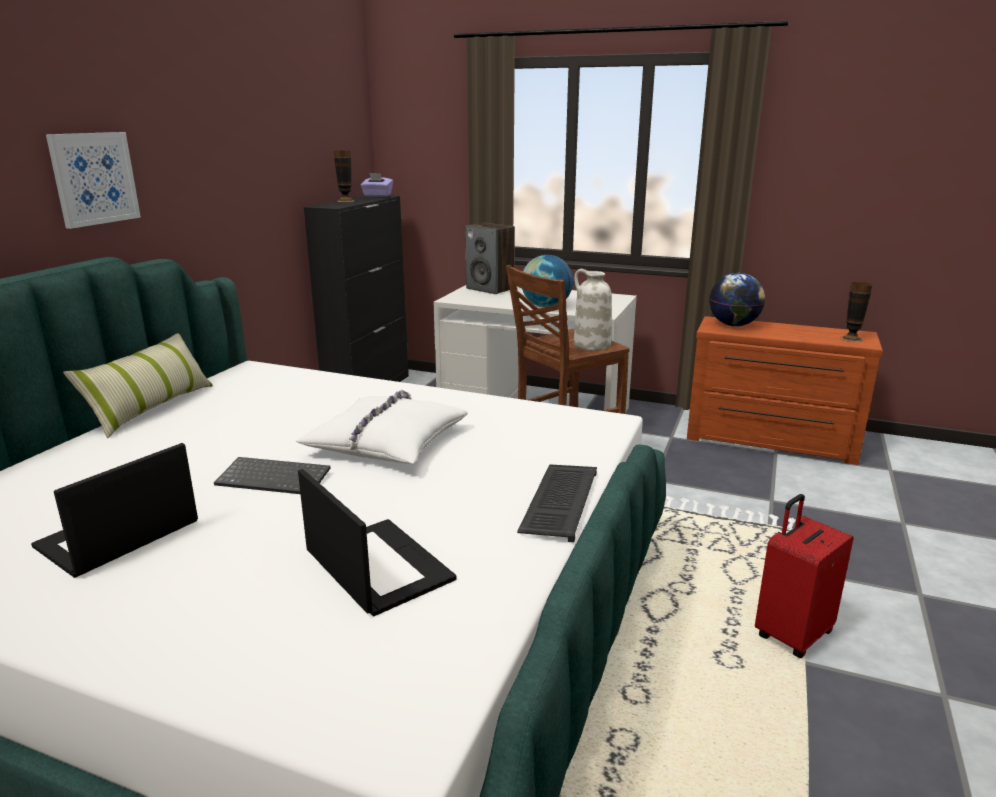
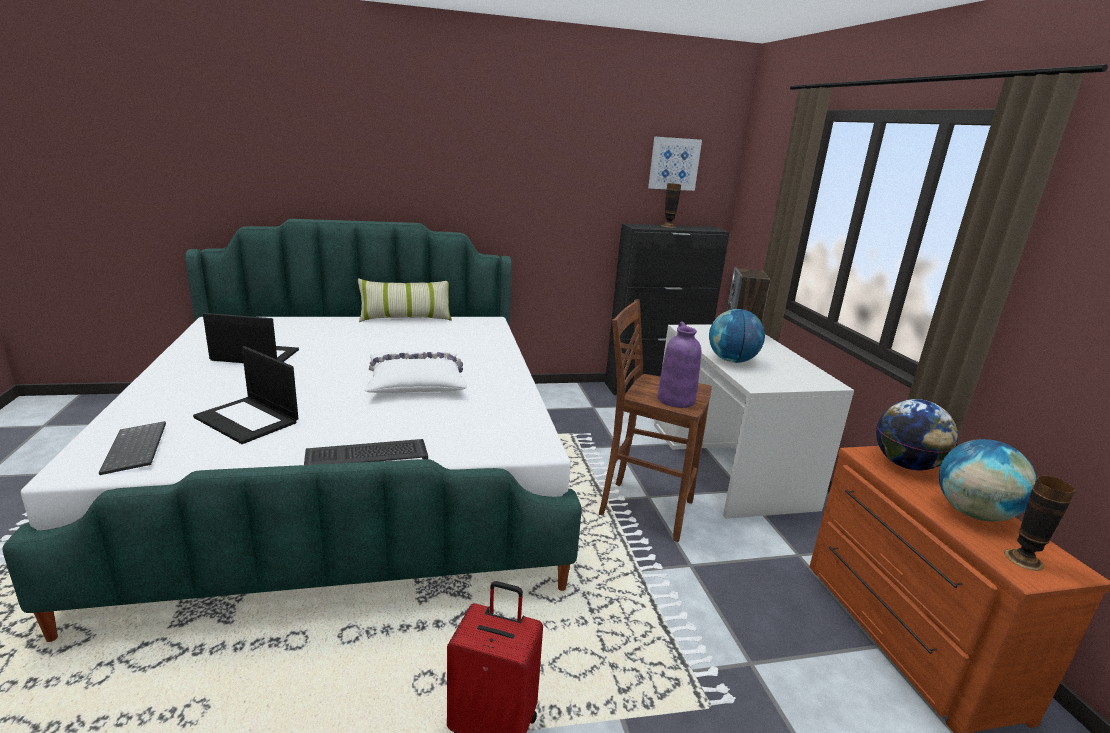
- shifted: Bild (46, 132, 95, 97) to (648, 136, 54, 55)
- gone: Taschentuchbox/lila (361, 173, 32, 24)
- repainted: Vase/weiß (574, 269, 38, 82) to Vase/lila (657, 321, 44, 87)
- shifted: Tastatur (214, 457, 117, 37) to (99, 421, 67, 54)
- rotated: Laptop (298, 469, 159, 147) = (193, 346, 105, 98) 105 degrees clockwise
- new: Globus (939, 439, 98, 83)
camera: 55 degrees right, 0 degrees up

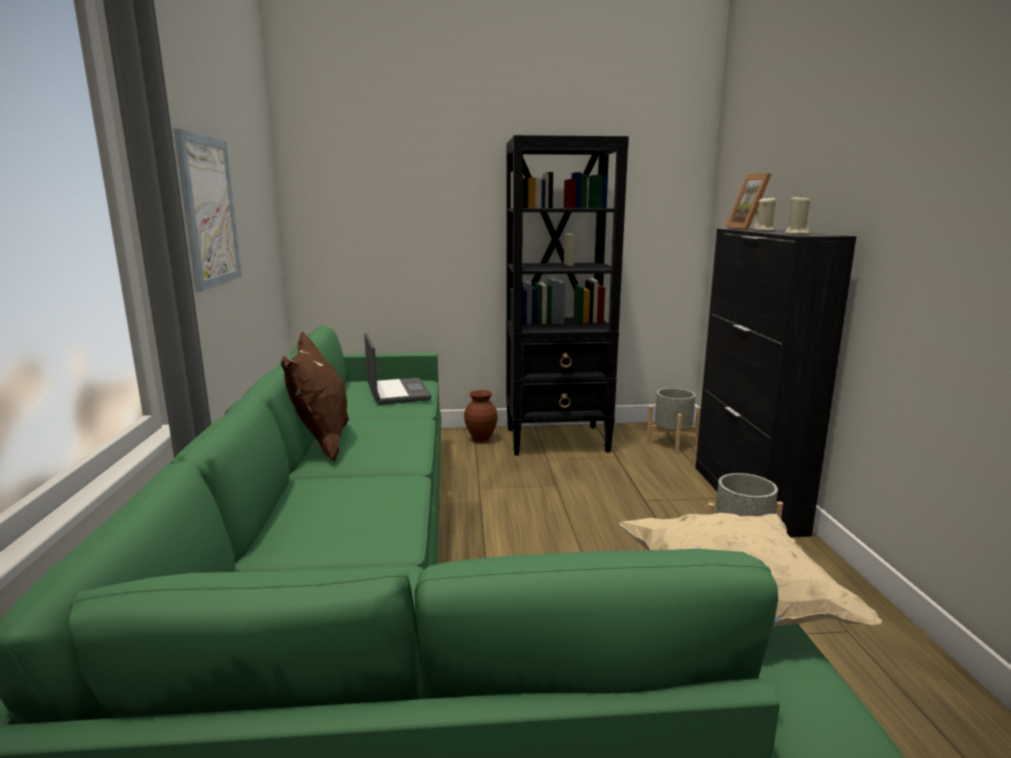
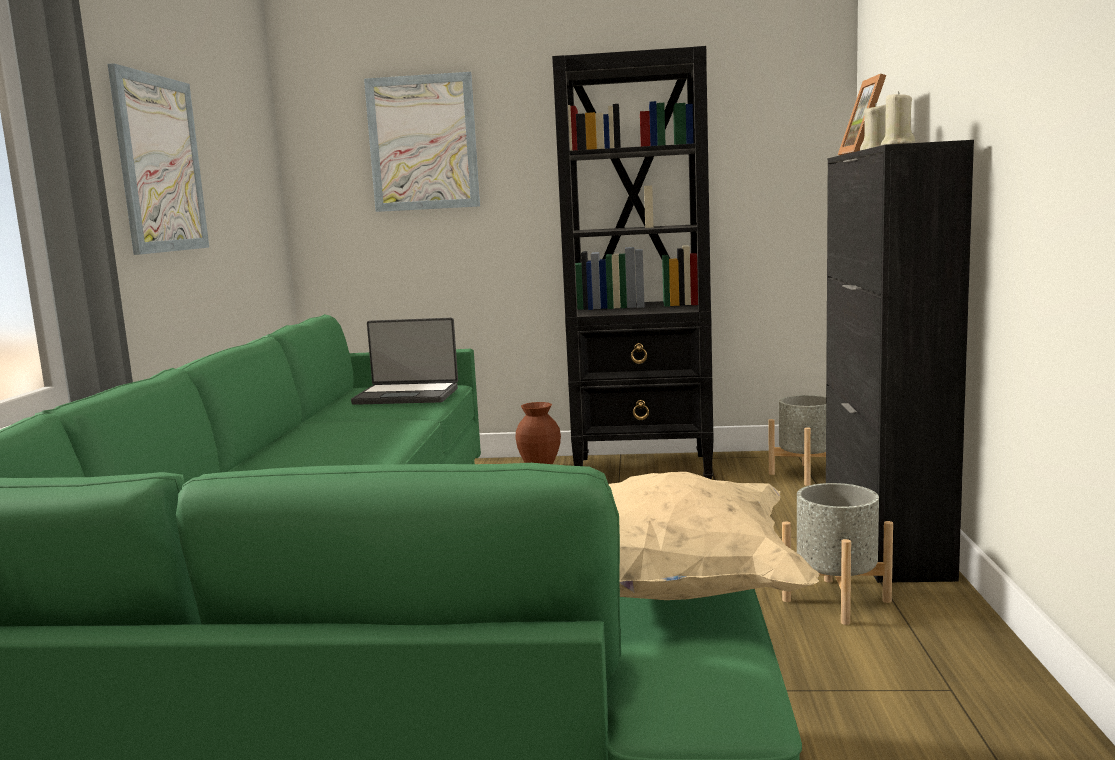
- gone: Kissen/braun (281, 332, 68, 130)
- rotated: Laptop (364, 333, 68, 72) = (351, 318, 107, 87) 105 degrees clockwise
- new: Bild (364, 72, 116, 140)
camera: 10 degrees right, 5 degrees down

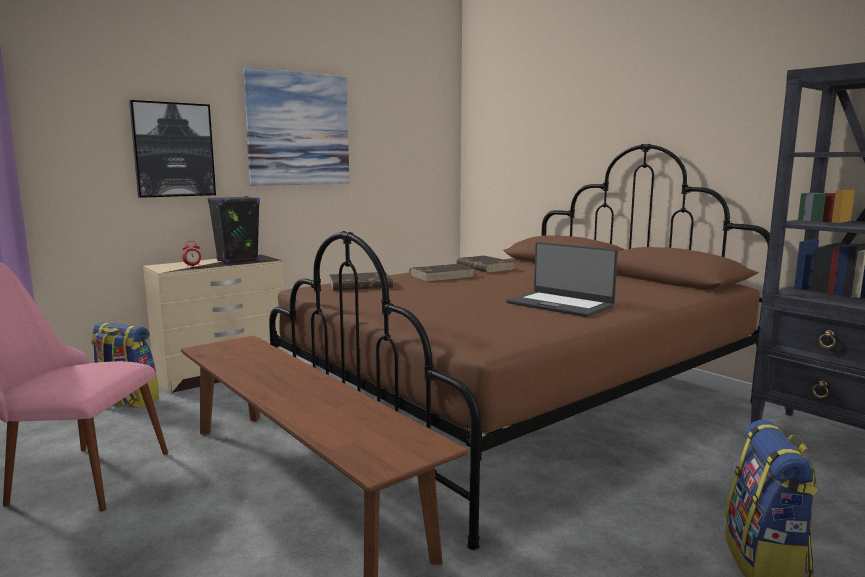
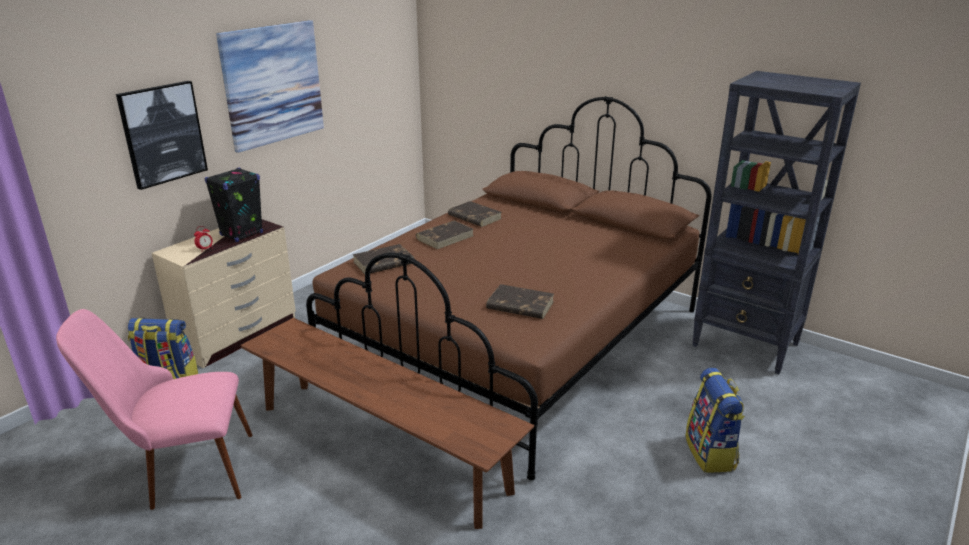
- gone: Laptop (506, 242, 112, 75)
- new: Buch/braun (486, 284, 68, 35)
camera: 15 degrees left, 15 degrees up

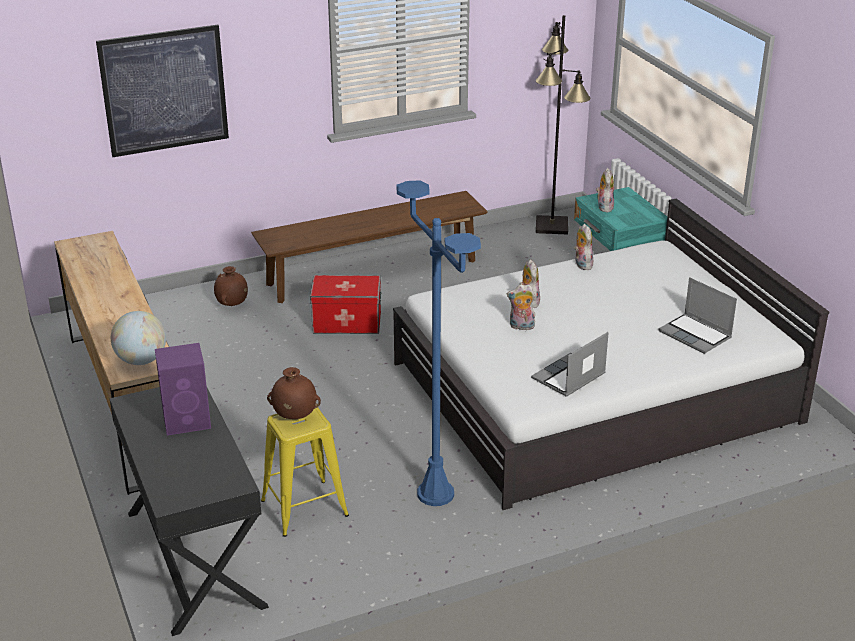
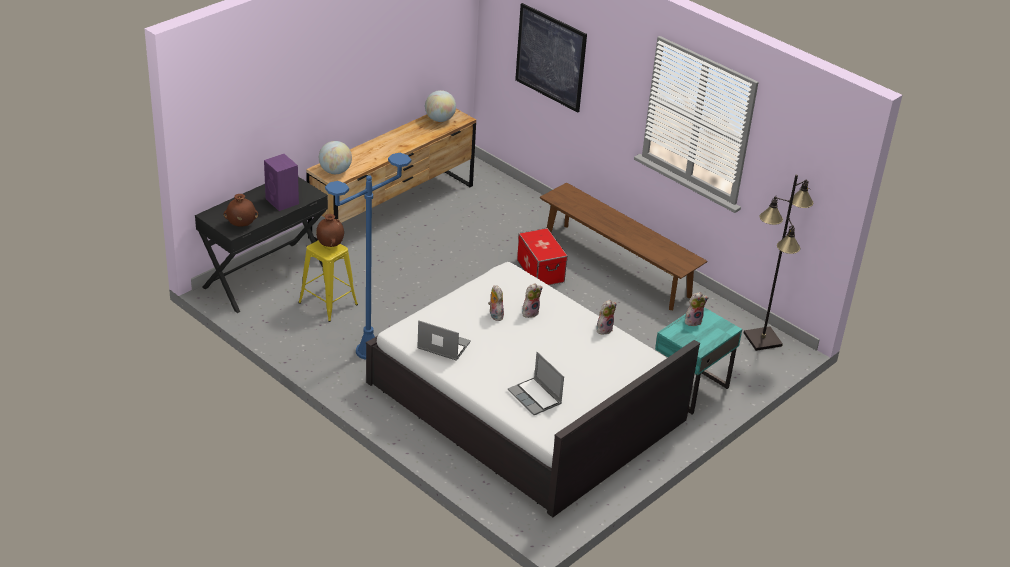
- shifted: Vase/braun (214, 266, 34, 40) to (224, 194, 34, 33)
- rotated: Laptop (659, 277, 78, 77) = (508, 352, 56, 63) 60 degrees counterclockwise
- new: Globus (425, 90, 31, 32)
camera: 65 degrees right, 5 degrees up

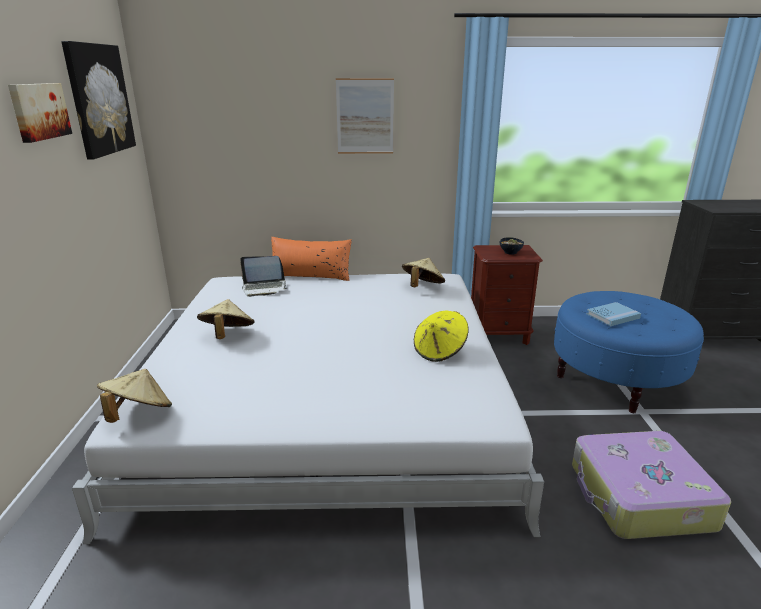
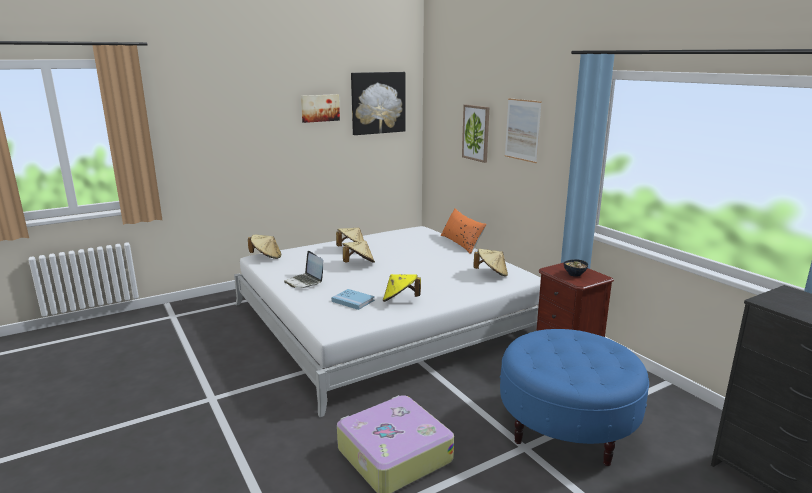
- shifted: Laptop (240, 256, 47, 41) to (284, 251, 39, 37)
- shifted: Buch/blau (587, 302, 54, 24) to (331, 289, 44, 21)
- new: Bild (462, 105, 27, 58)
- new: Hut/beige (343, 241, 32, 22)
camera: 60 degrees right, 5 degrees down

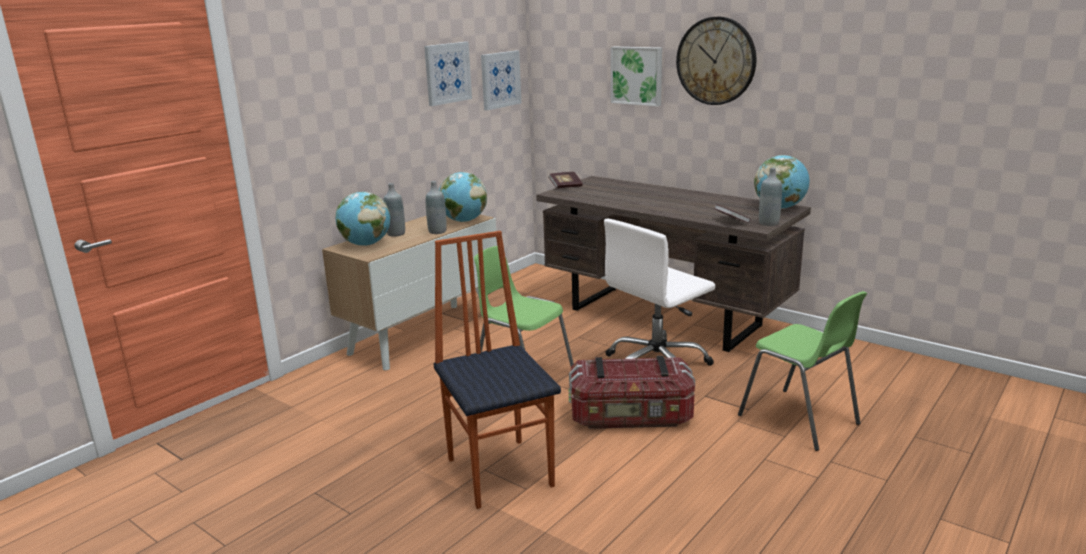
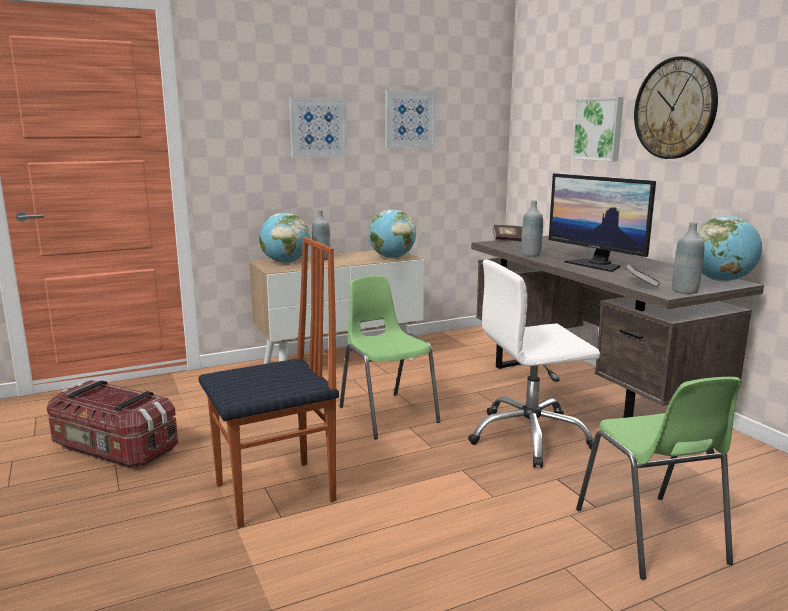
- shifted: Bild (481, 51, 40, 59) to (289, 97, 58, 61)
- shifted: Flasche/grau (426, 181, 21, 53) to (521, 201, 22, 56)
- rotated: Stuhl (434, 231, 127, 278) = (198, 237, 141, 291) 60 degrees clockwise
- shifted: Aufbewahrungsbox (569, 356, 126, 73) to (47, 380, 131, 88)
- new: Monitor (549, 173, 107, 99)
camera: 25 degrees right, 5 degrees down

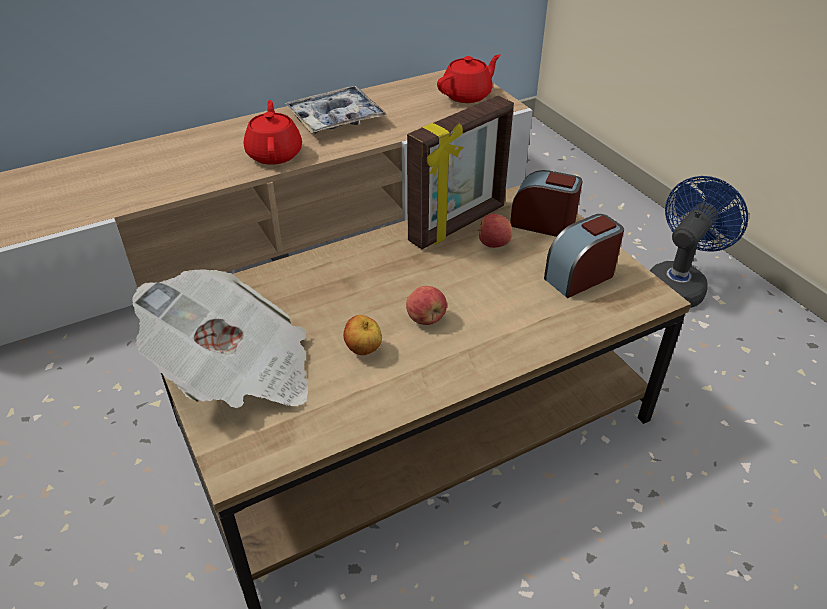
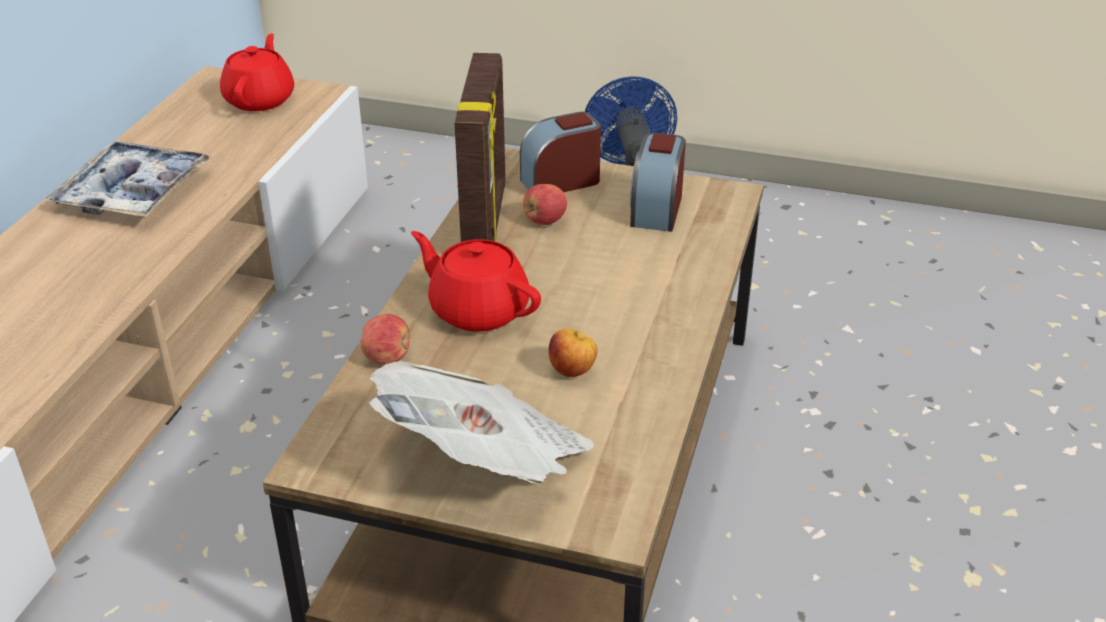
- shifted: Teekanne/rot (244, 100, 58, 65) to (411, 231, 130, 101)
- shifted: Apfel (406, 286, 41, 39) to (360, 314, 50, 51)
camera: 45 degrees left, 5 degrees down

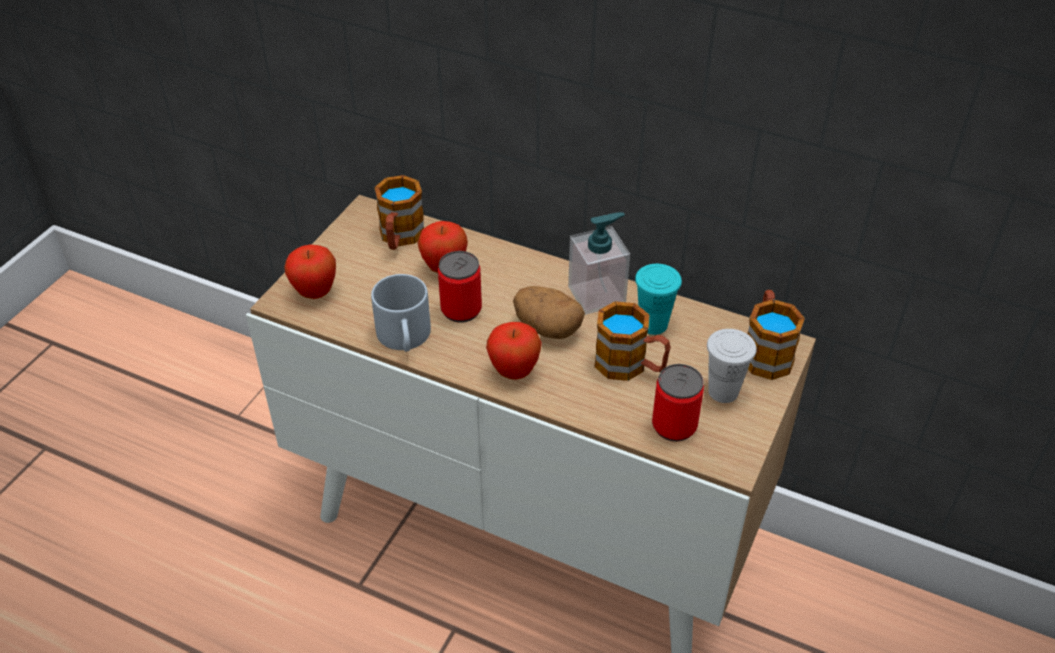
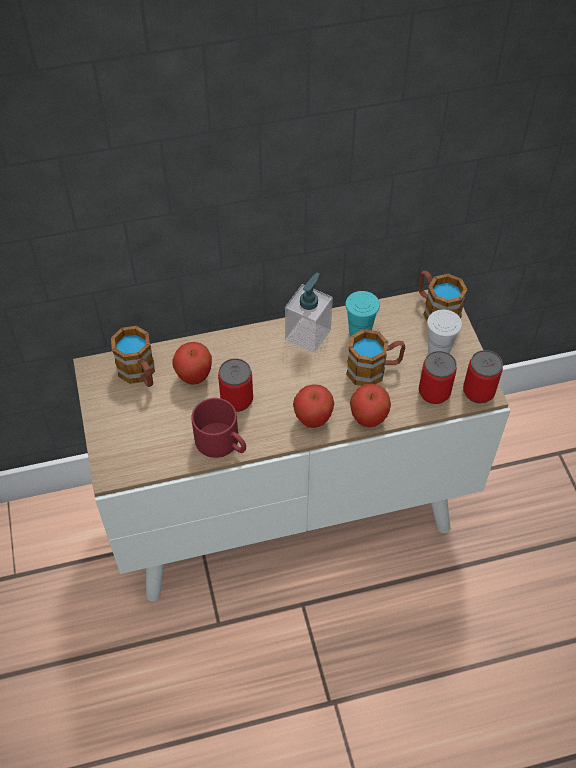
- shifted: Apfel (284, 245, 52, 54) to (350, 383, 41, 45)
- repainted: Henkelbecher/grau (371, 274, 60, 78) to Henkelbecher/rot (191, 398, 55, 60)
- gone: Kartoffel (513, 286, 72, 53)
- new: Dose (463, 350, 40, 53)
camera: 40 degrees left, 10 degrees up

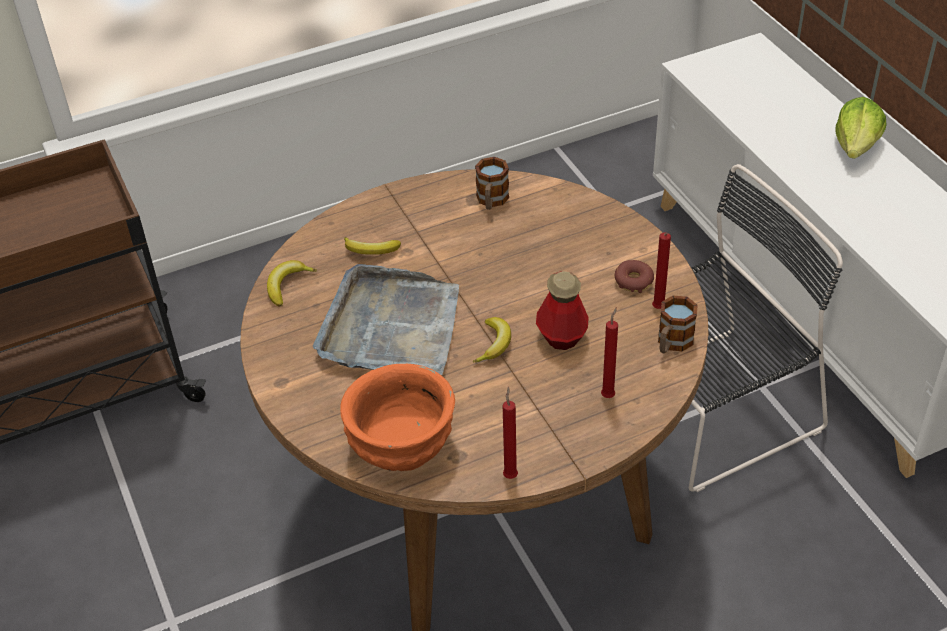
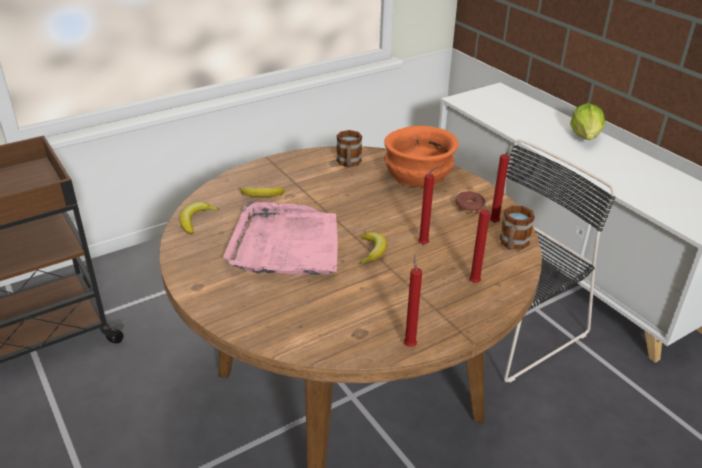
- repainted: Tablett/grau (313, 264, 146, 111) to Tablett/rosa (223, 202, 115, 73)
- swapped: Flasche (536, 271, 53, 79) to Kerze/rot (418, 166, 21, 79)
- shifted: Schüssel/orange (340, 364, 115, 107) to (384, 126, 75, 61)
camera: 10 degrees left, 10 degrees down

